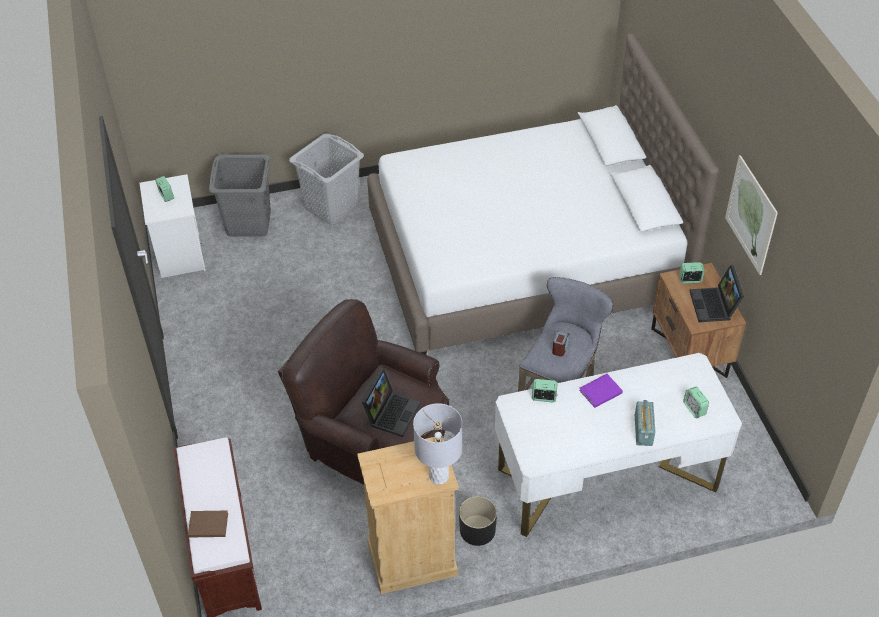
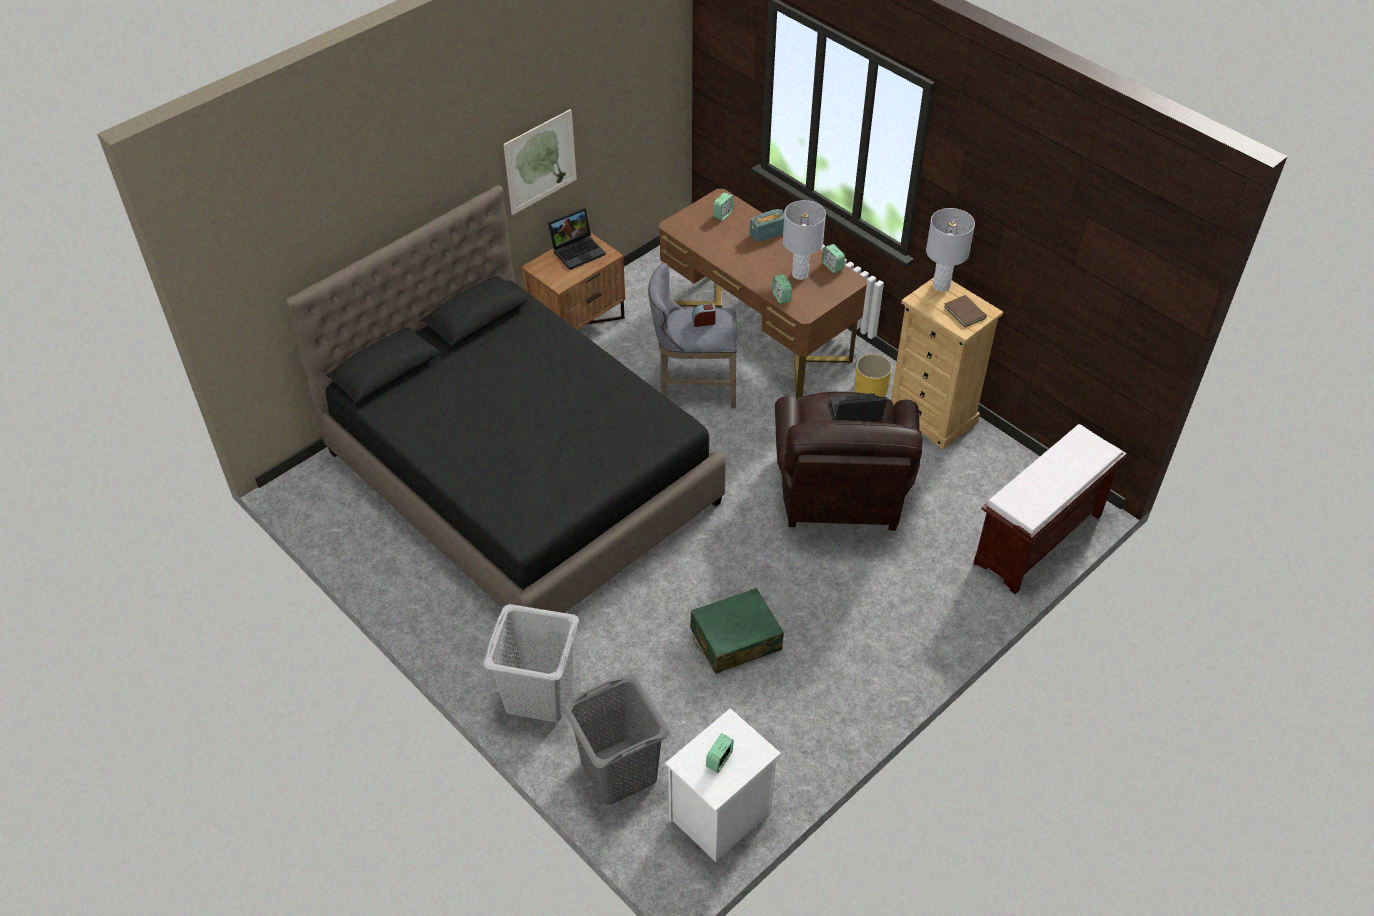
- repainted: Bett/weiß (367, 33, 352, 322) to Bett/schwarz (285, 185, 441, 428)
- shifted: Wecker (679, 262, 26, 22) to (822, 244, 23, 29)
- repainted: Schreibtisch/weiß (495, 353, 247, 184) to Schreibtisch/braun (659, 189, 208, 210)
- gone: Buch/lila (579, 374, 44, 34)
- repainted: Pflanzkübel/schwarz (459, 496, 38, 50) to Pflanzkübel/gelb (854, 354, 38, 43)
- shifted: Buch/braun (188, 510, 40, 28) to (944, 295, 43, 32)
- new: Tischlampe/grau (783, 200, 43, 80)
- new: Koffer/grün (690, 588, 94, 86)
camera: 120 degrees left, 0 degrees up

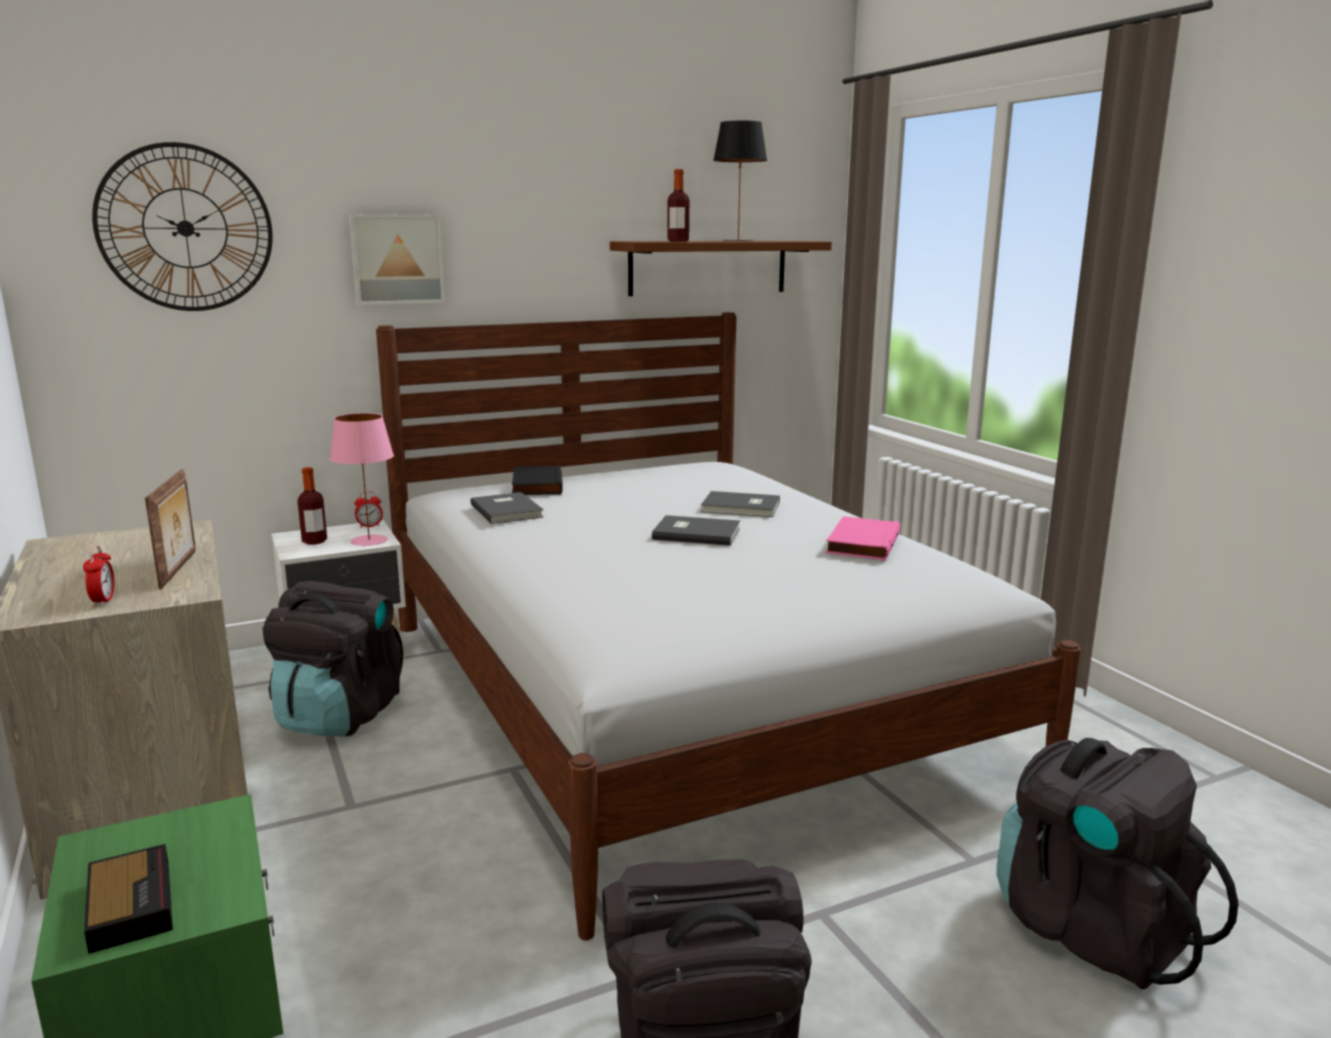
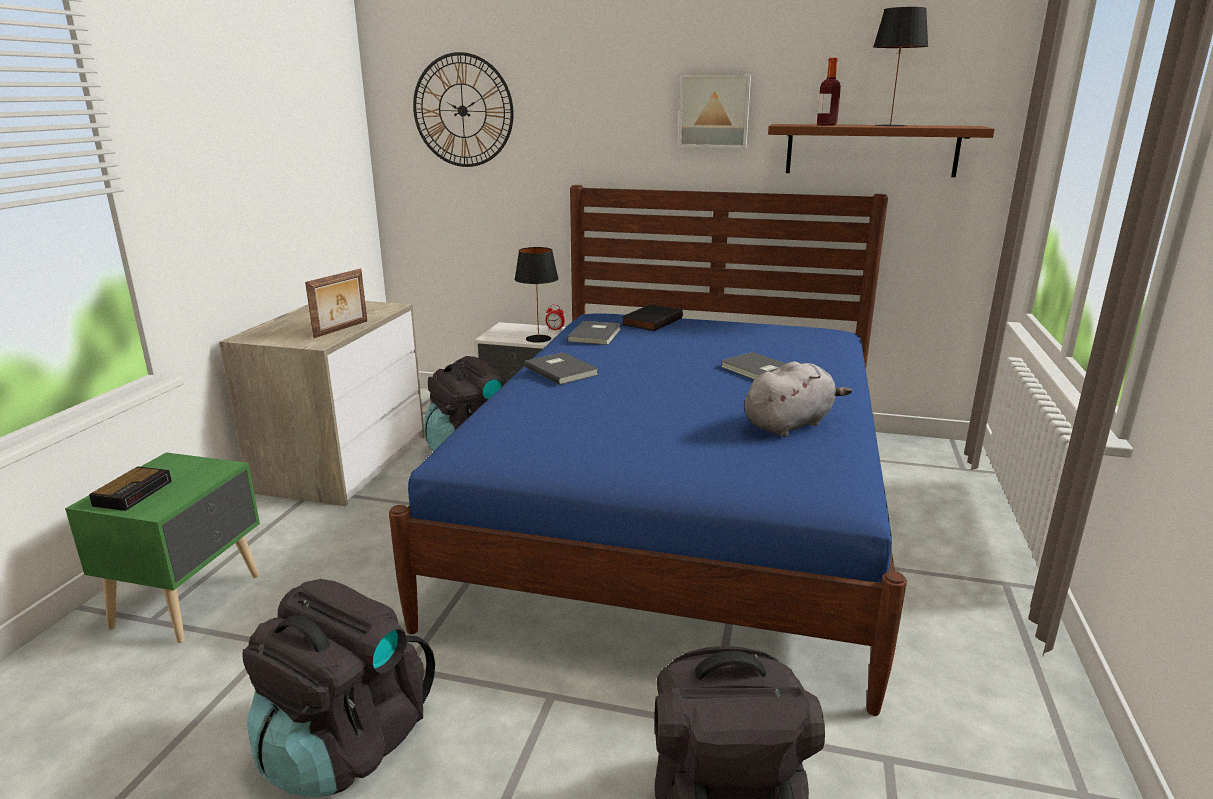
- shifted: Bild (349, 214, 96, 91) to (678, 75, 73, 73)
- repainted: Bett/weiß (376, 312, 705, 629) to Bett/blau (389, 185, 518, 531)
- repainted: Tischlampe/rosa (330, 413, 64, 133) to Tischlampe/schwarz (515, 247, 44, 96)
- gone: Flasche (298, 467, 29, 78)
- shifted: Buch/grau (652, 515, 88, 31) to (524, 352, 75, 33)
- swapped: Buch/rosa (825, 516, 75, 45) to Plüschtier/grau (745, 361, 107, 76)
- gone: Wecker (83, 546, 32, 61)
camera: 40 degrees right, 5 degrees up

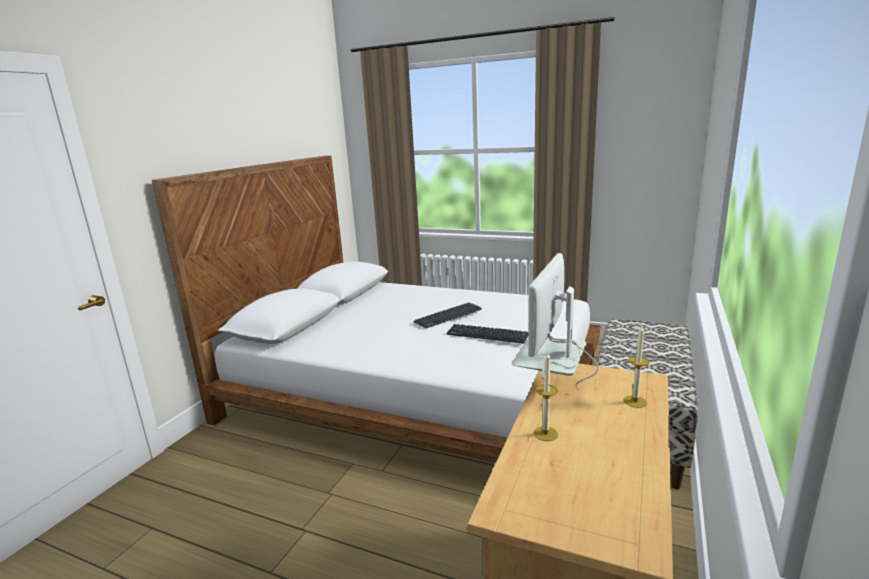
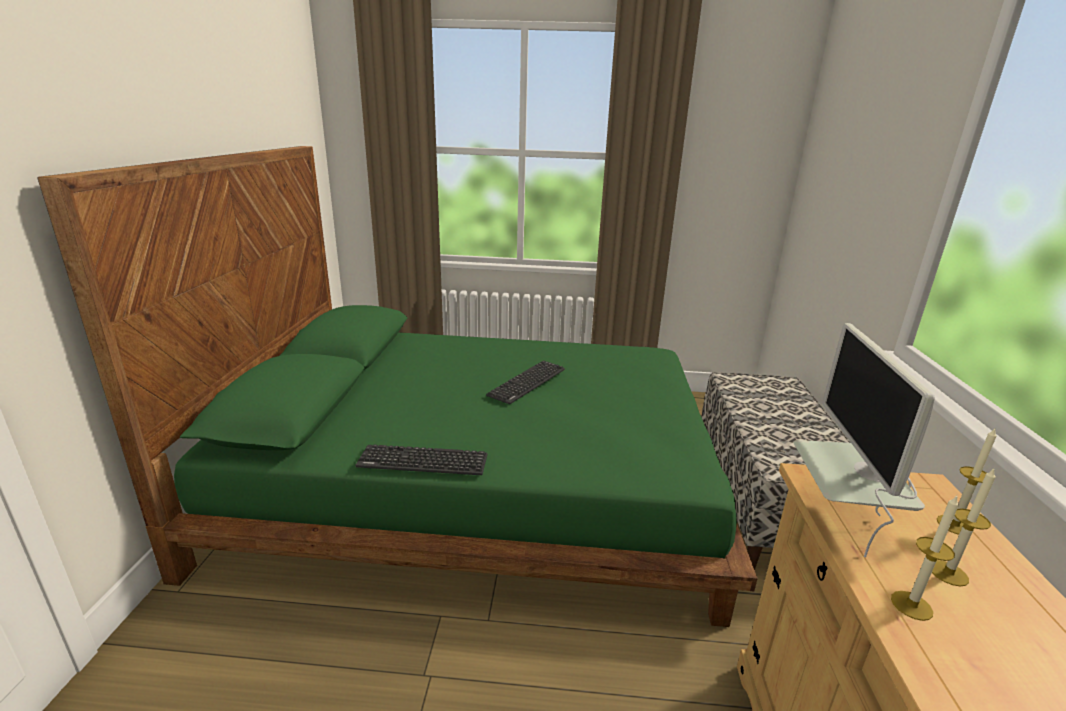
- repainted: Bett/weiß (152, 155, 449, 307) to Bett/grün (37, 146, 721, 481)
- shifted: Tastatur (446, 324, 83, 20) to (355, 445, 133, 30)
- new: Kerze (932, 468, 64, 118)
camera: 20 degrees left, 5 degrees up

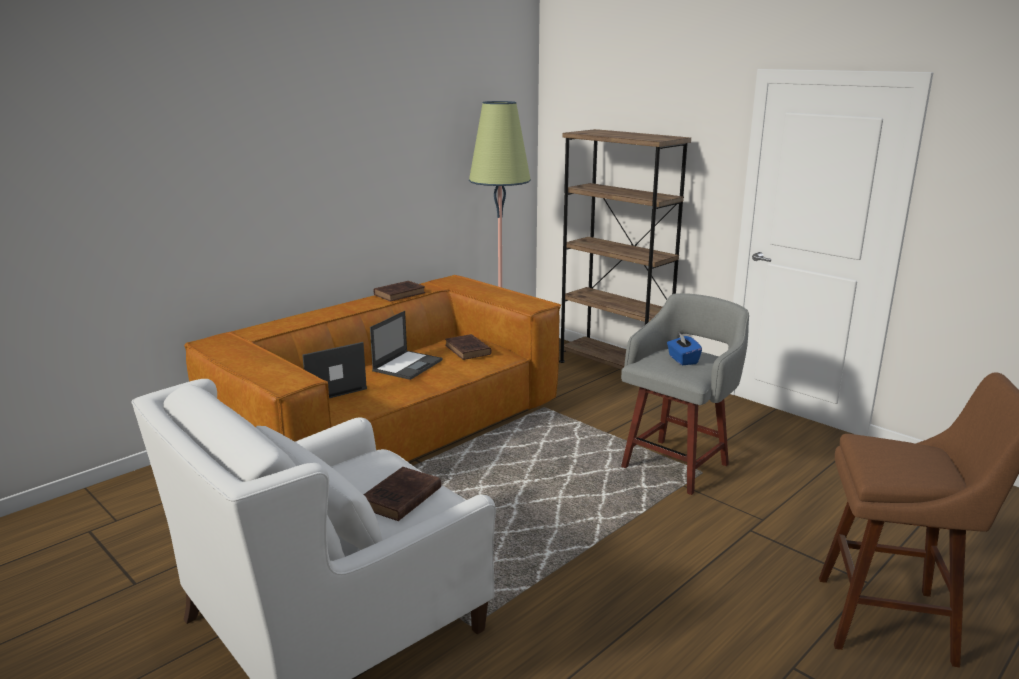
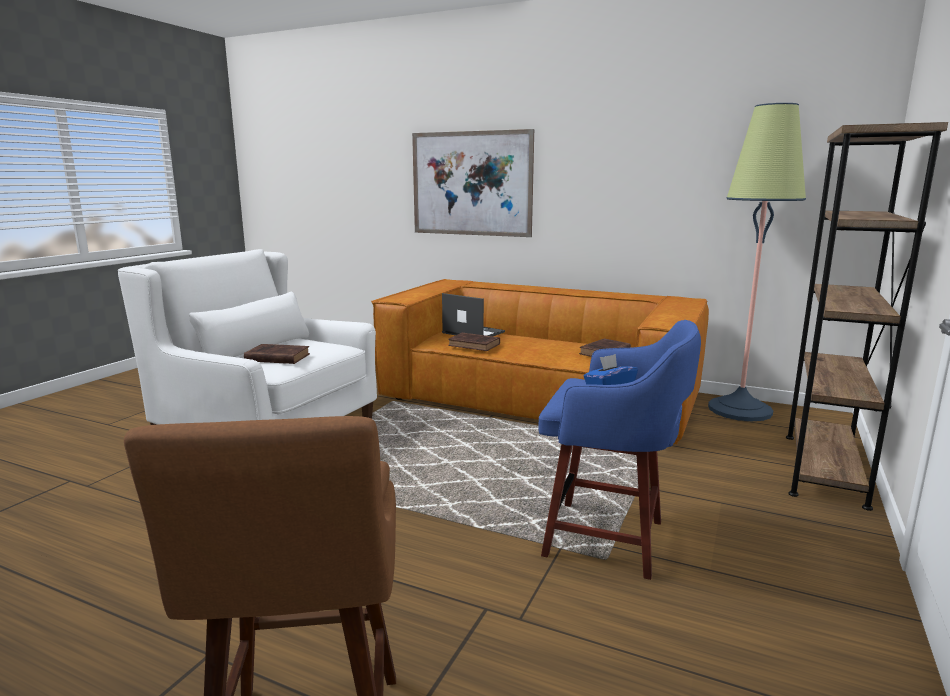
- shifted: Buch/braun (374, 281, 51, 21) to (448, 333, 52, 18)
- repainted: Hocker/grau (621, 293, 128, 202) to Hocker/blau (539, 320, 162, 260)
- gone: Laptop (370, 311, 72, 69)
- new: Bild (412, 129, 122, 108)
camera: 70 degrees right, 5 degrees down

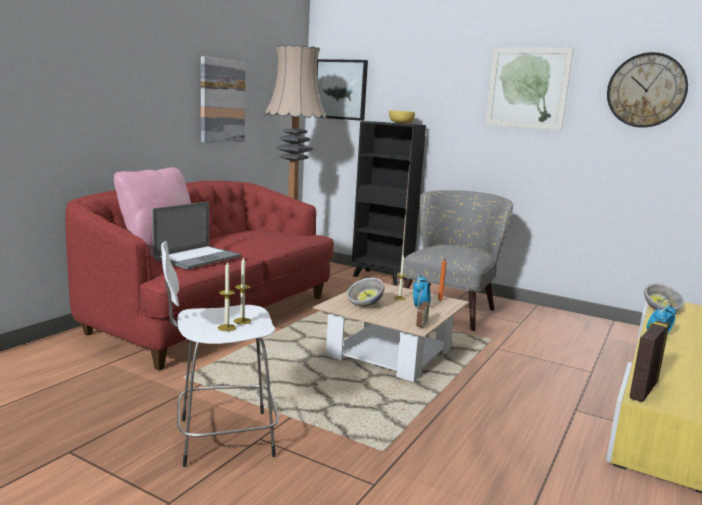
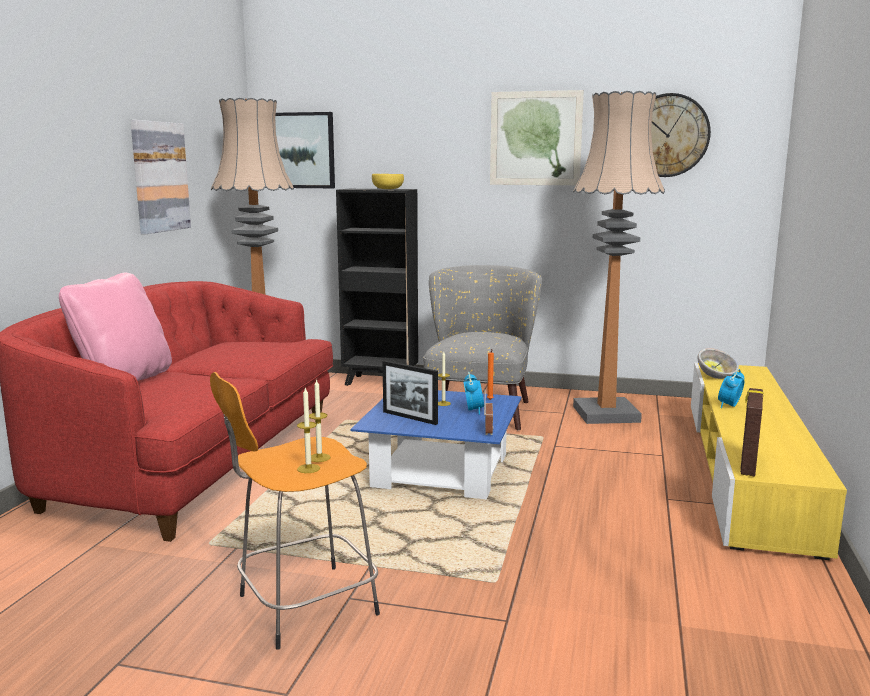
- gone: Laptop (152, 202, 89, 67)
- repainted: Hocker/weiß (161, 241, 118, 226) to Hocker/orange (210, 372, 170, 278)
- swapped: Schüssel (347, 277, 37, 30) to Bilderrahmen (382, 361, 56, 64)
- repainted: Couchtisch/beige (313, 283, 156, 99) to Couchtisch/blau (350, 390, 172, 109)
- new: Stehlampe (573, 91, 92, 333)
camera: 15 degrees left, 0 degrees up

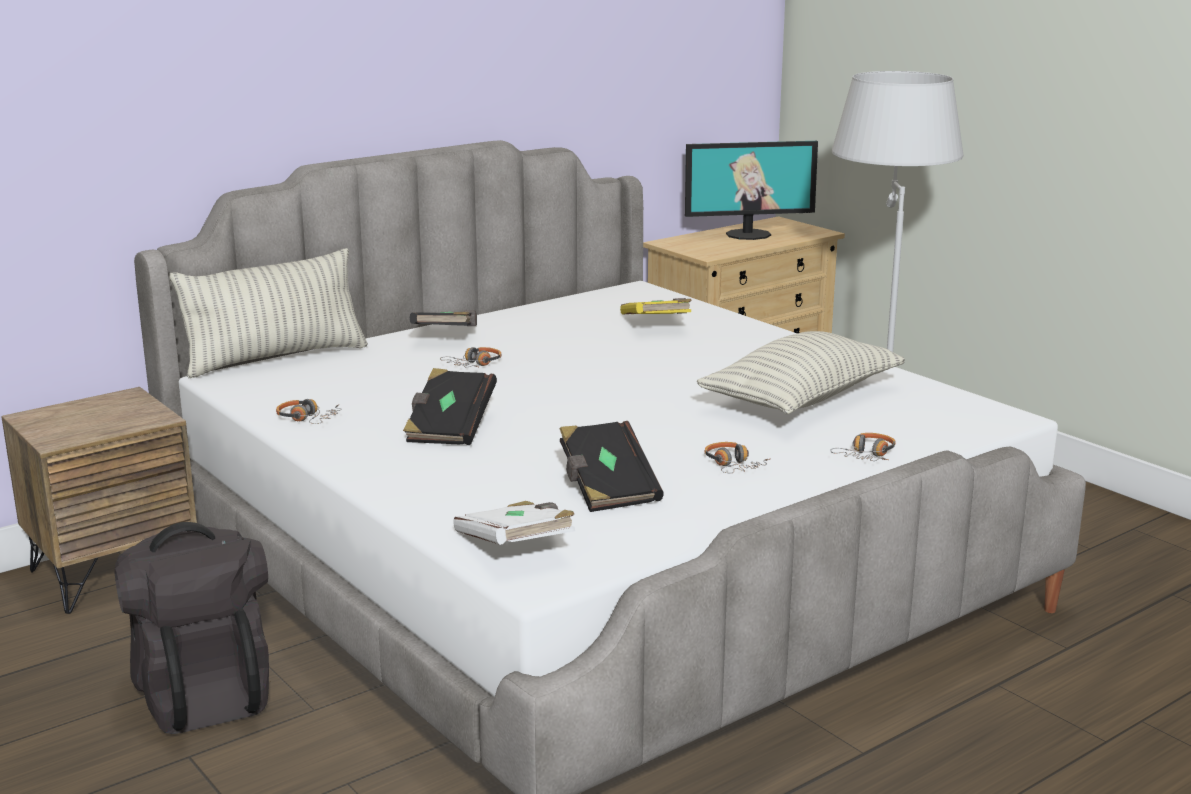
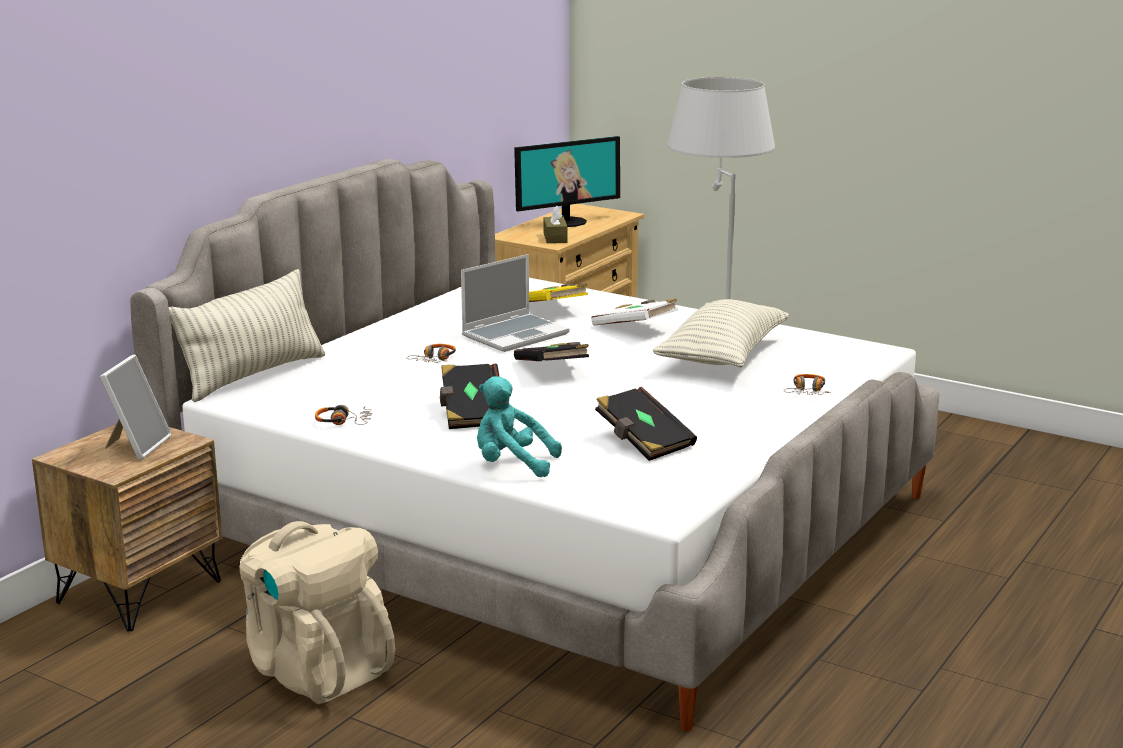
- shifted: Buch/schwarz (410, 311, 67, 15) to (514, 342, 75, 19)
- gone: Kopfhörer (704, 442, 66, 31)
- shifted: Buch/weiß (453, 501, 122, 44) to (591, 299, 87, 26)
- repainted: Rucksack/schwarz (114, 522, 155, 212) to Rucksack/beige (239, 521, 156, 183)
- new: Taschentuchbox/braun (543, 206, 24, 37)
- new: Laptop (461, 254, 109, 98)
- new: Bilderrahmen (100, 354, 72, 106)
- new: Plüschtier/türkis (477, 376, 85, 101)
camera: 20 degrees left, 0 degrees up

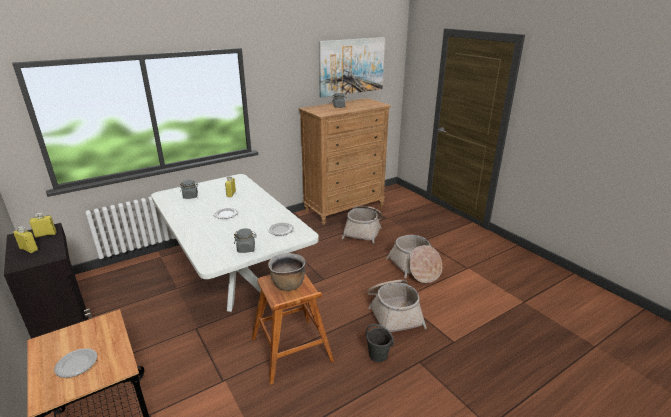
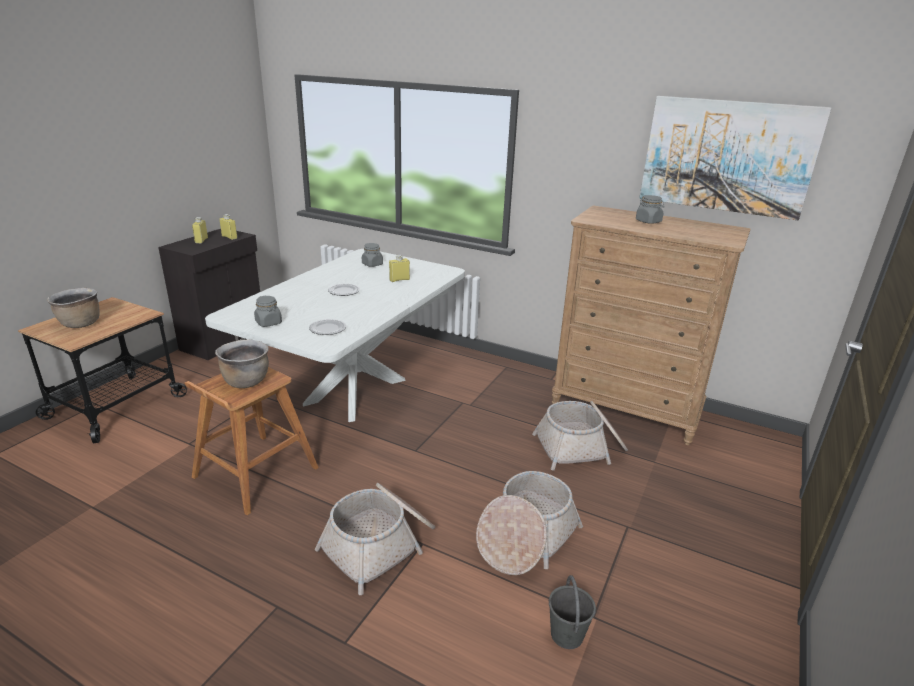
- shifted: Eimer/grau (366, 324, 28, 38) to (549, 575, 47, 74)
- swapped: Teller (54, 348, 43, 30) to Kochtopf/braun (47, 288, 53, 40)
camera: 60 degrees right, 0 degrees up

